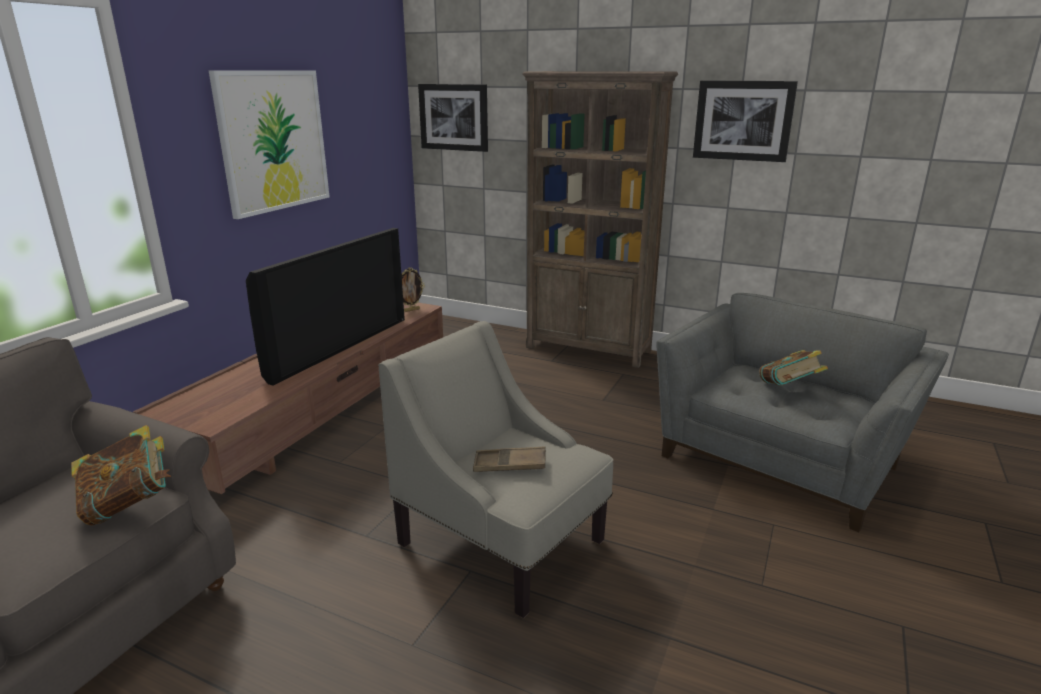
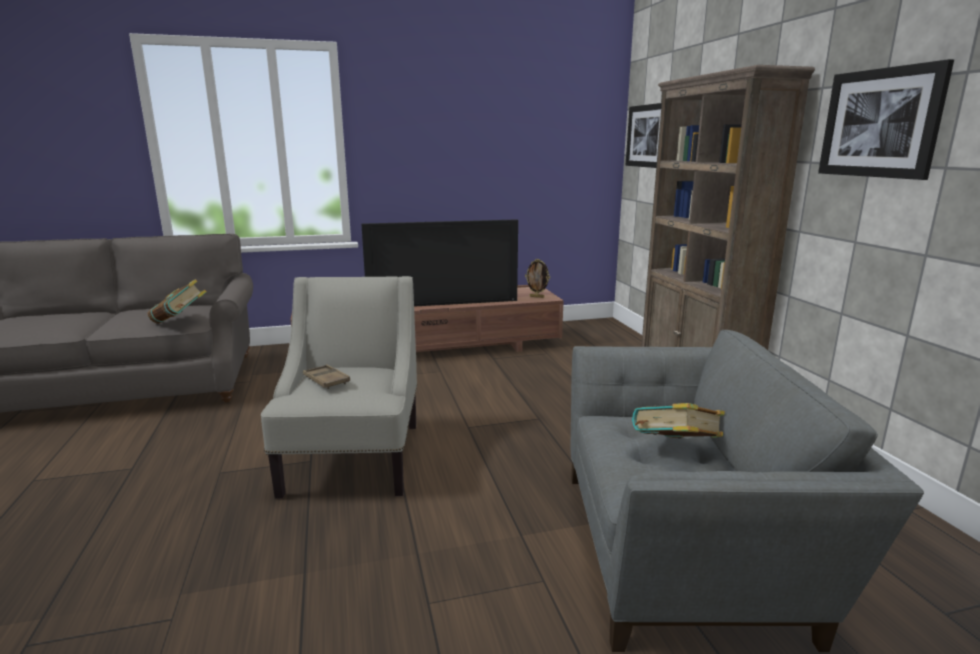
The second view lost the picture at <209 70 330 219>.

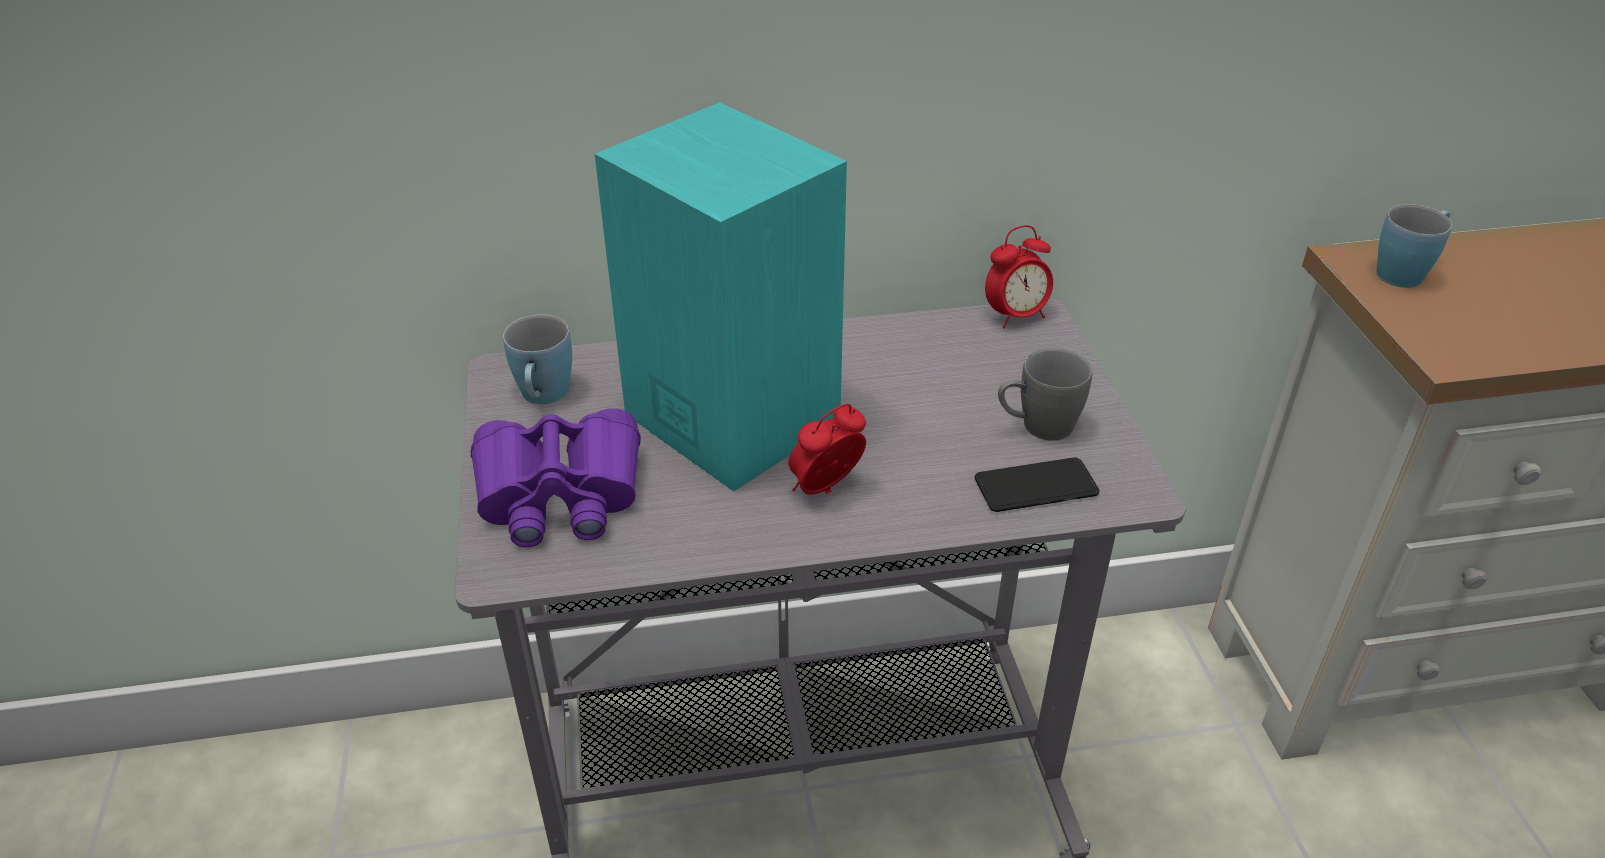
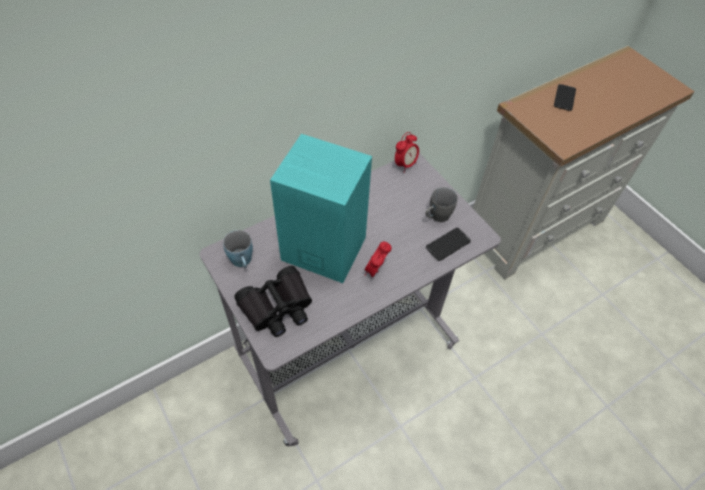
The second view lost the blue-coloured tea mug at <1376 204 1452 288>. The second view gained the handset at <554 84 576 111>. What was the purple binoculars at <471 408 641 547> turned into the black-coloured binoculars at <234 266 312 337>.

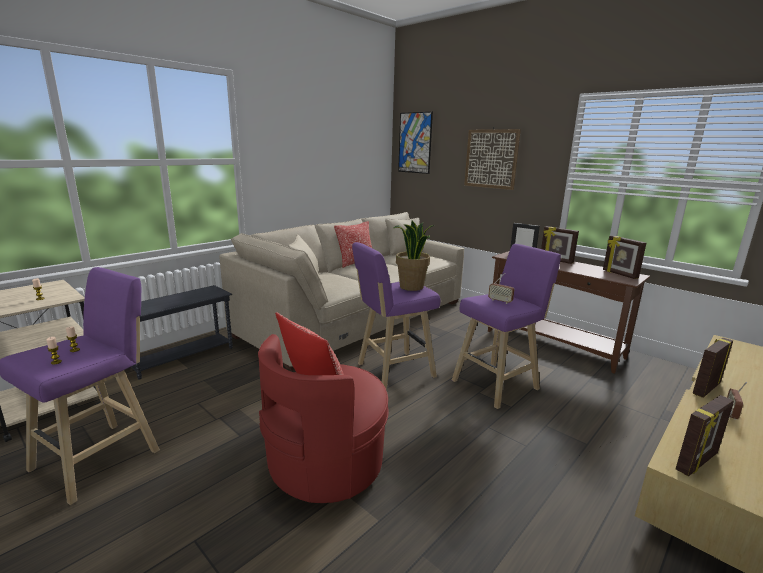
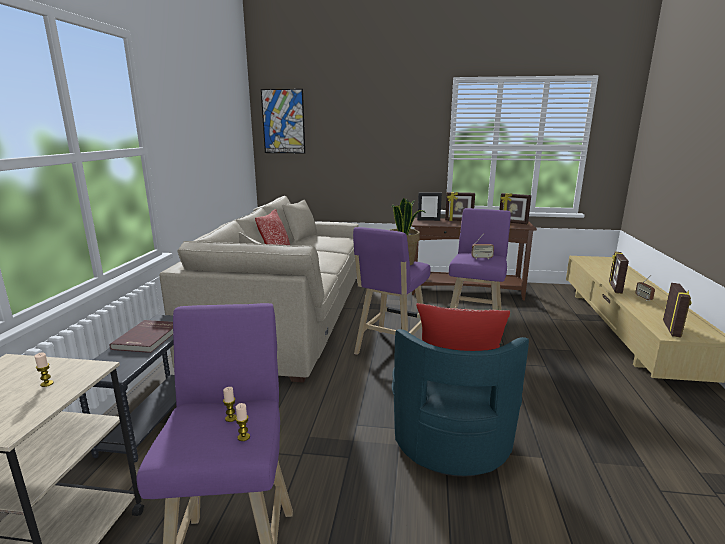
The second view lost the picture at <464 127 521 190>. The second view gained the red book at <109 320 173 353>. What was the red lounge chair at <258 334 389 503> turned into the turquoise-coloured lounge chair at <392 329 529 477>.

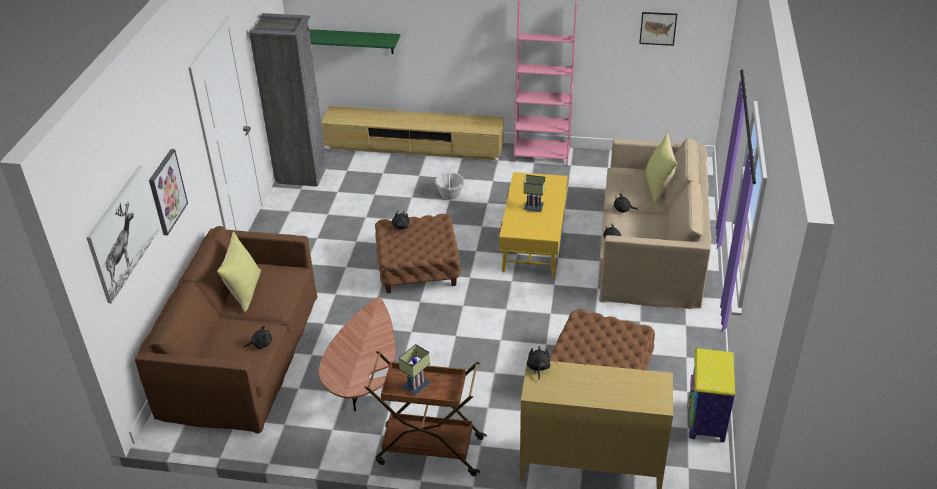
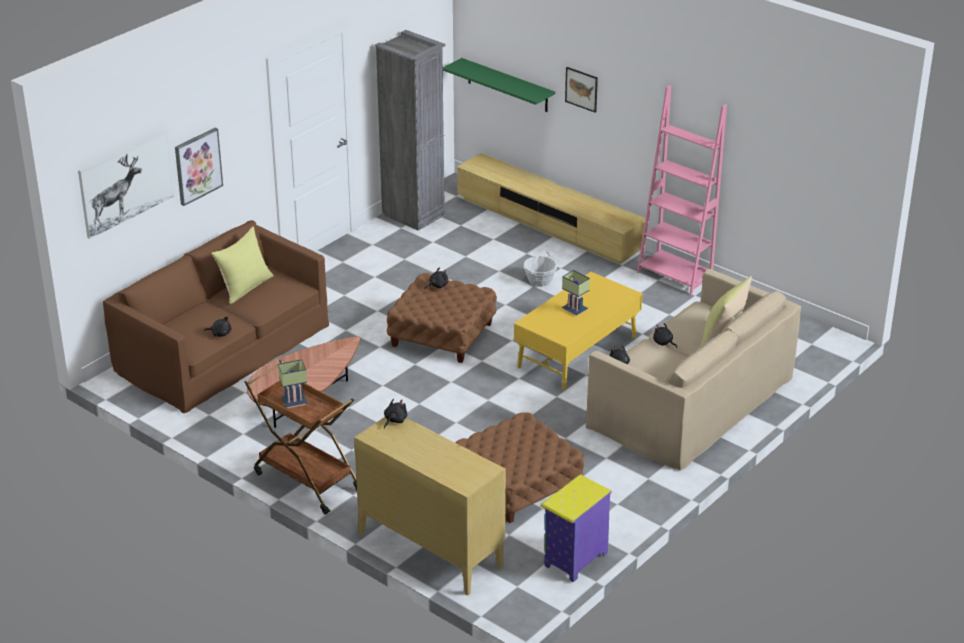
The picture ended up elsewhere, having gone from <639 12 677 46> to <565 67 598 113>.

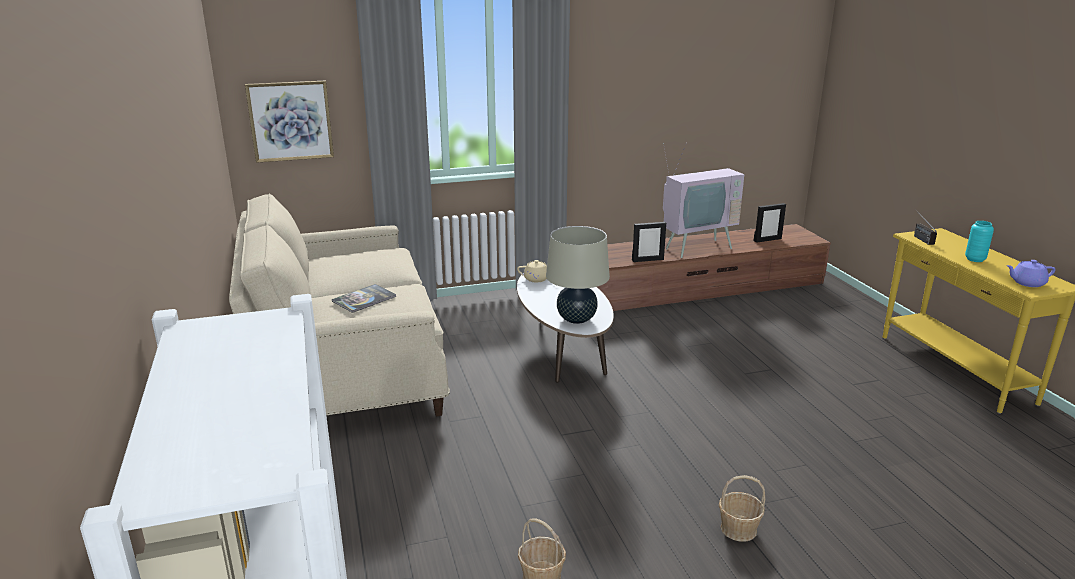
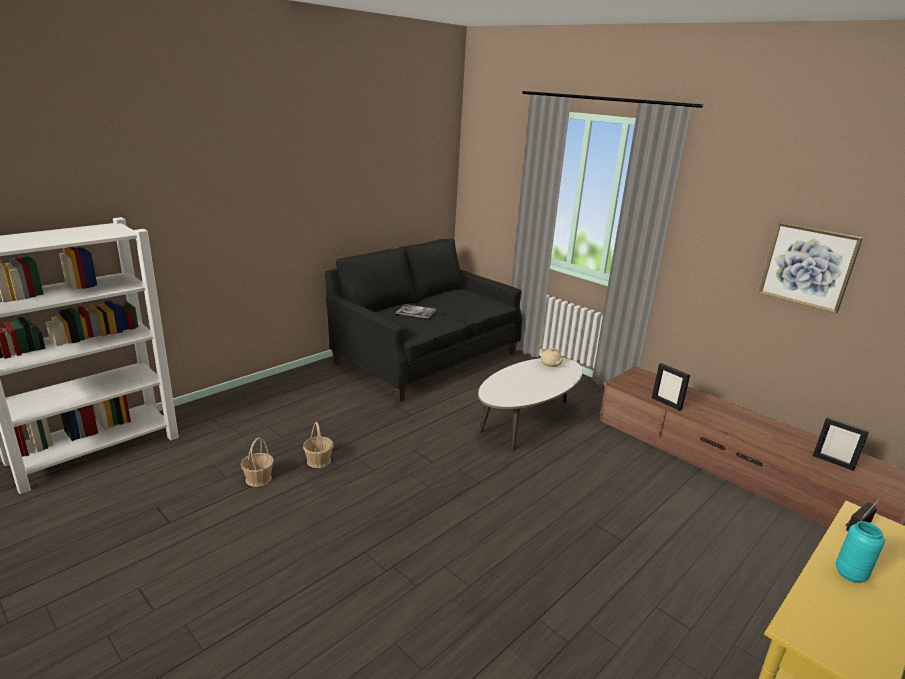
The second view lost the beige-coloured lamp for a table at <546 226 610 324>. The second view lost the television at <663 142 744 258>. The second view lost the purple tea pot at <1007 260 1056 287>. The picture ended up elsewhere, having gone from <245 81 334 163> to <758 222 863 313>. The storage basket ended up elsewhere, having gone from <719 475 765 542> to <303 422 333 468>. What was the beige-coloured settee at <229 193 450 416> turned into the black-coloured settee at <325 239 522 401>.

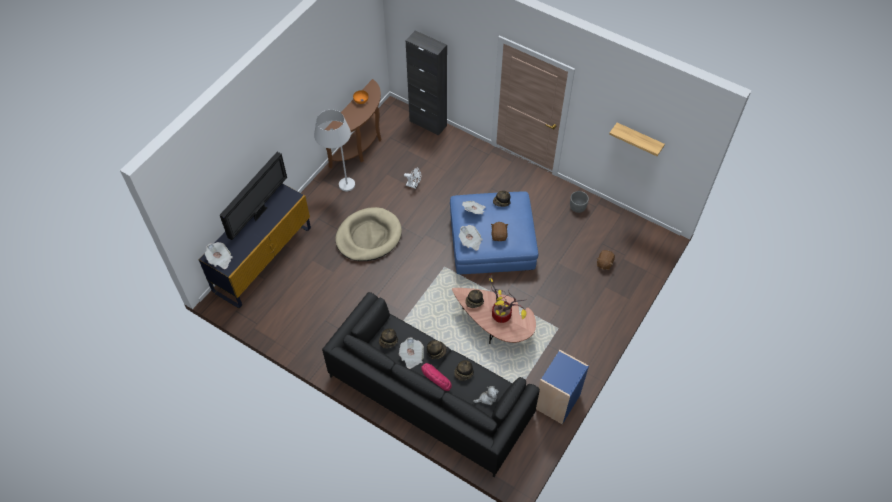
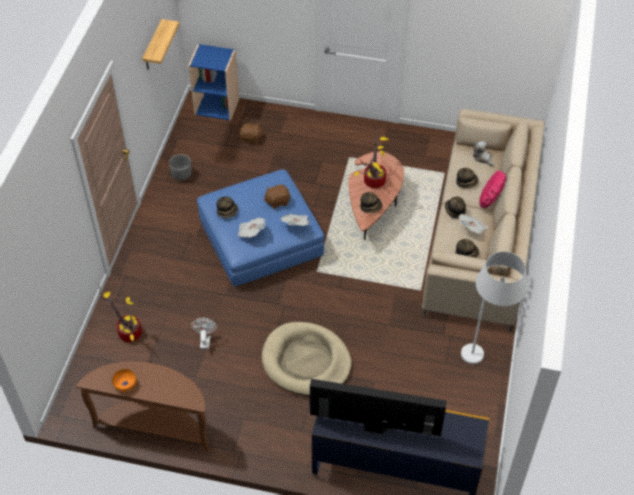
The second view lost the newspaper at <205 242 233 269>. The second view lost the black-coloured cabinet at <406 30 447 136>. The second view gained the houseplant at <99 286 142 342>. The whitish floor lamp ended up elsewhere, having gone from <314 110 355 192> to <461 252 528 364>. The blue-coloured bookcase ended up elsewhere, having gone from <536 350 589 424> to <188 44 239 121>. What was the black-coloured settee at <322 292 540 477> turned into the beige-coloured settee at <422 109 545 332>.

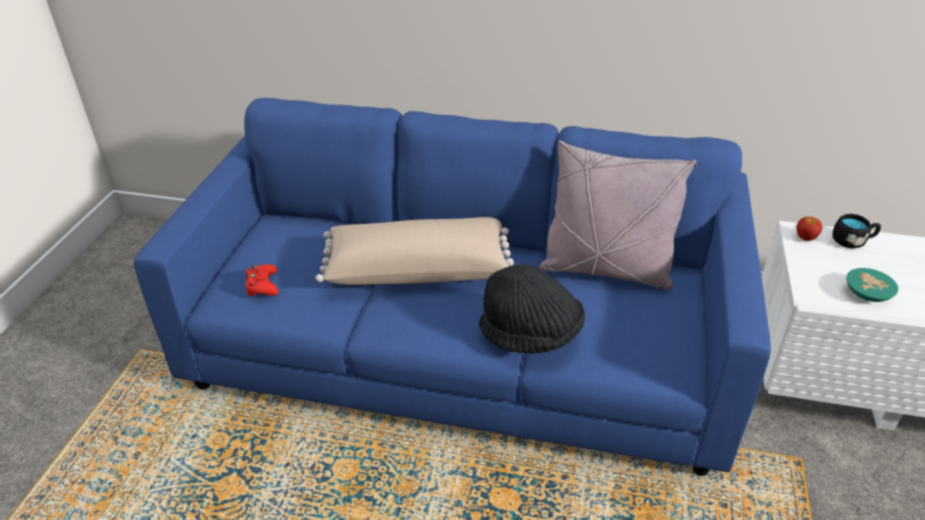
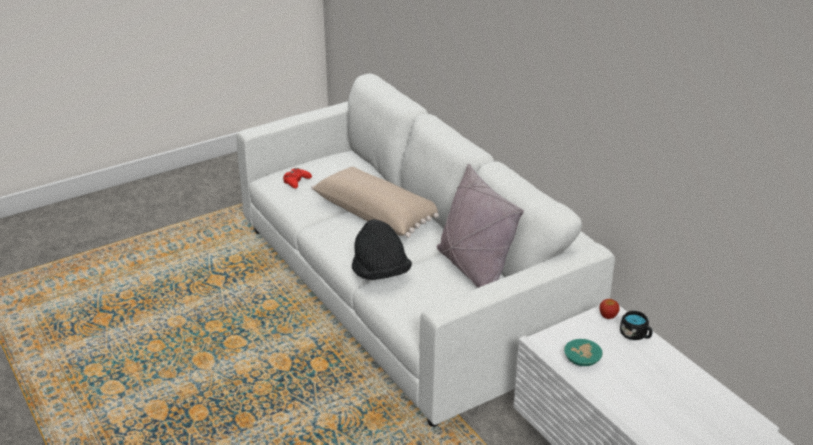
What was the blue-coloured settee at <134 98 771 476> turned into the whitish settee at <236 74 615 427>.

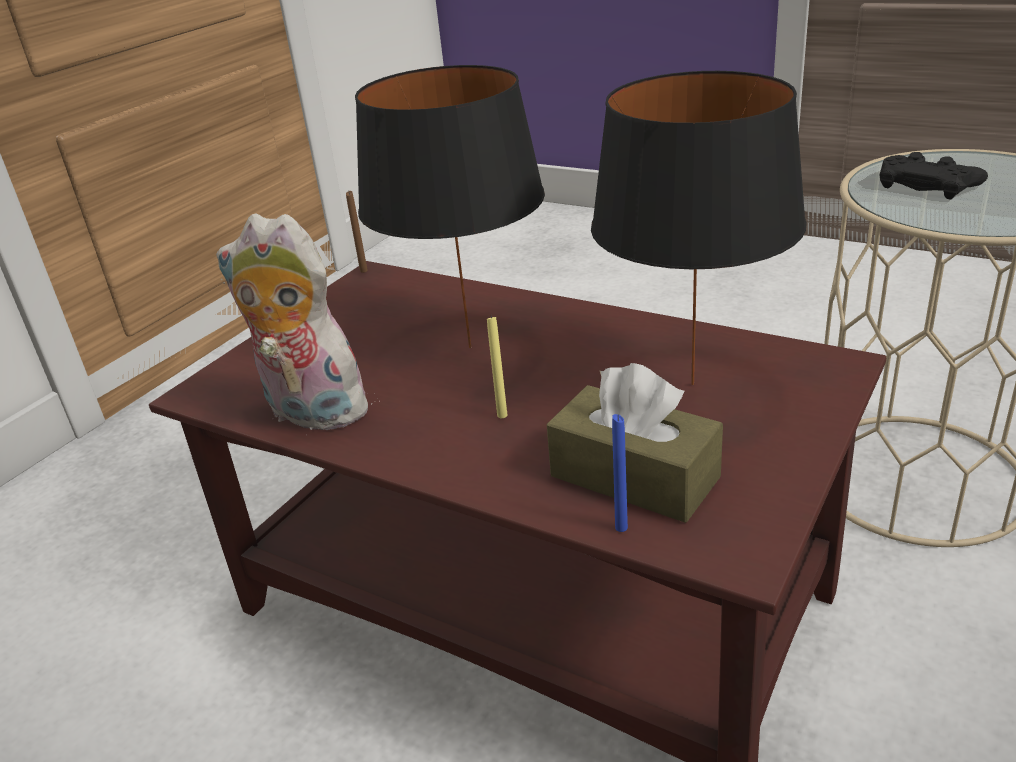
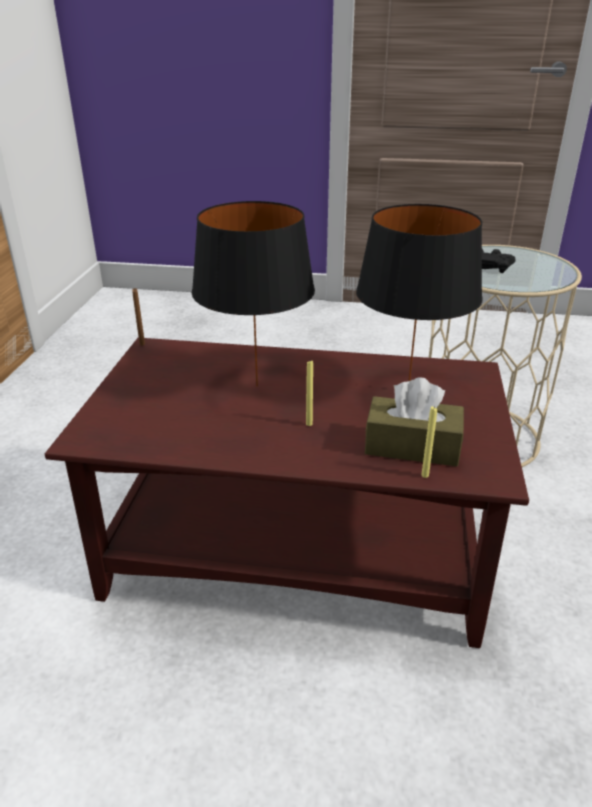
The second view lost the plush toy at <216 214 379 430>. What was the blue-coloured wax candle at <612 414 628 532> turned into the yellowish wax candle at <421 406 437 478>.

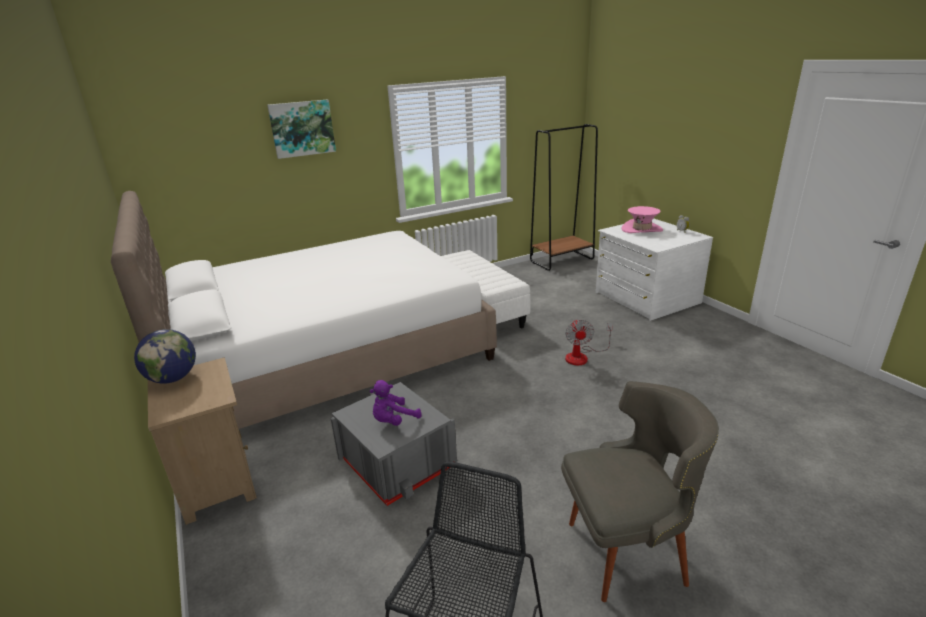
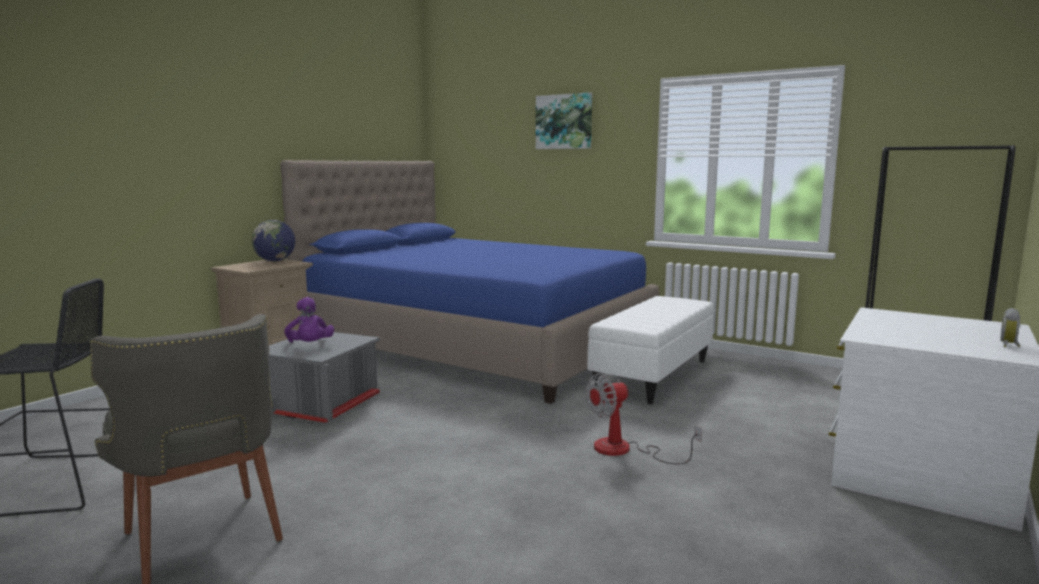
The second view lost the pink wearable hat at <621 206 663 233>. What was the whitish bed at <111 191 497 429> turned into the blue-coloured bed at <280 160 659 404>. The purple plush toy at <370 380 422 426> ended up facing another way, 135 degrees counterclockwise from before.

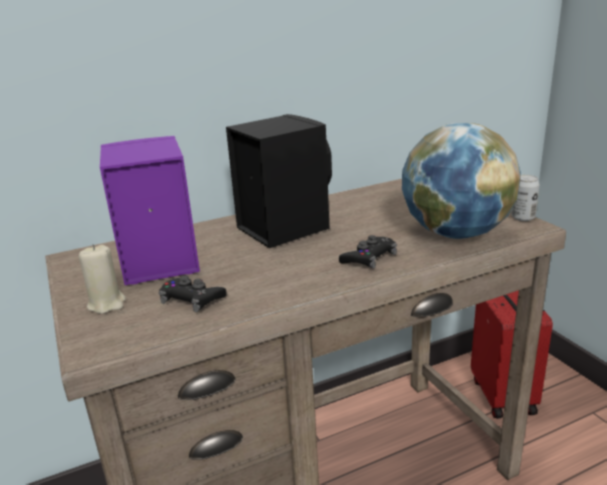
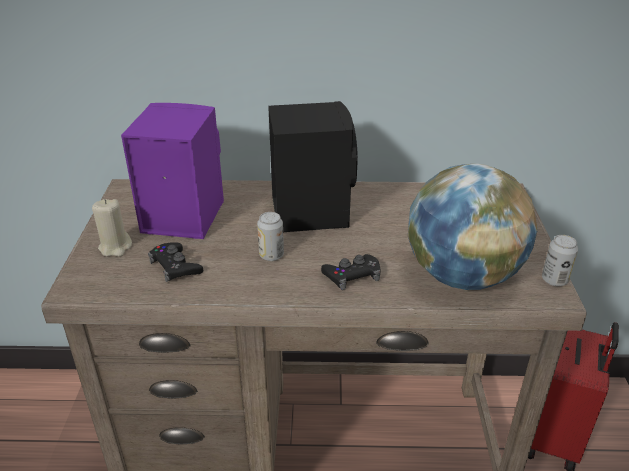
The second view gained the sealed can at <257 212 284 261>.

